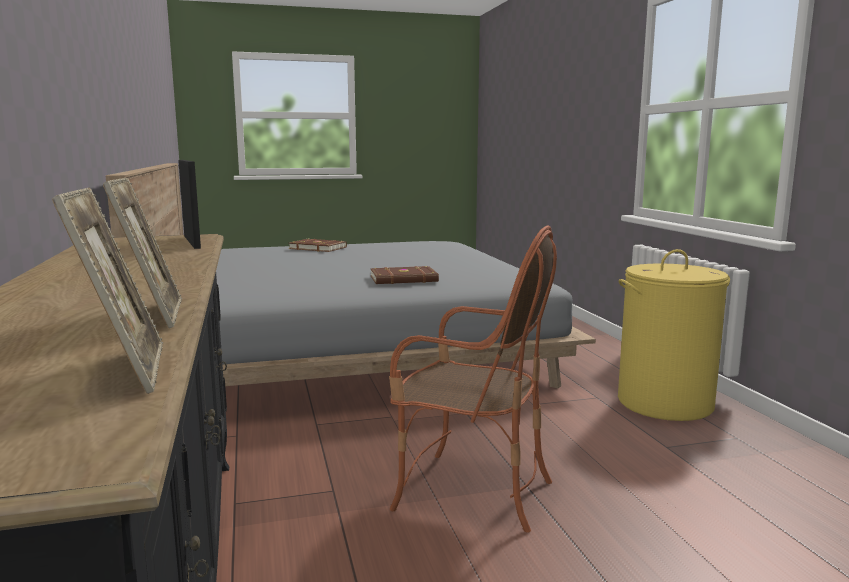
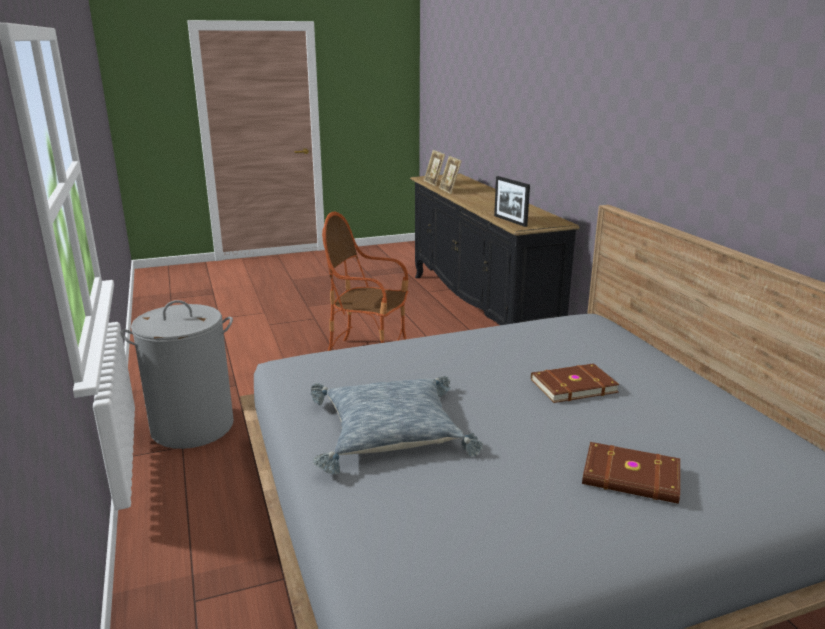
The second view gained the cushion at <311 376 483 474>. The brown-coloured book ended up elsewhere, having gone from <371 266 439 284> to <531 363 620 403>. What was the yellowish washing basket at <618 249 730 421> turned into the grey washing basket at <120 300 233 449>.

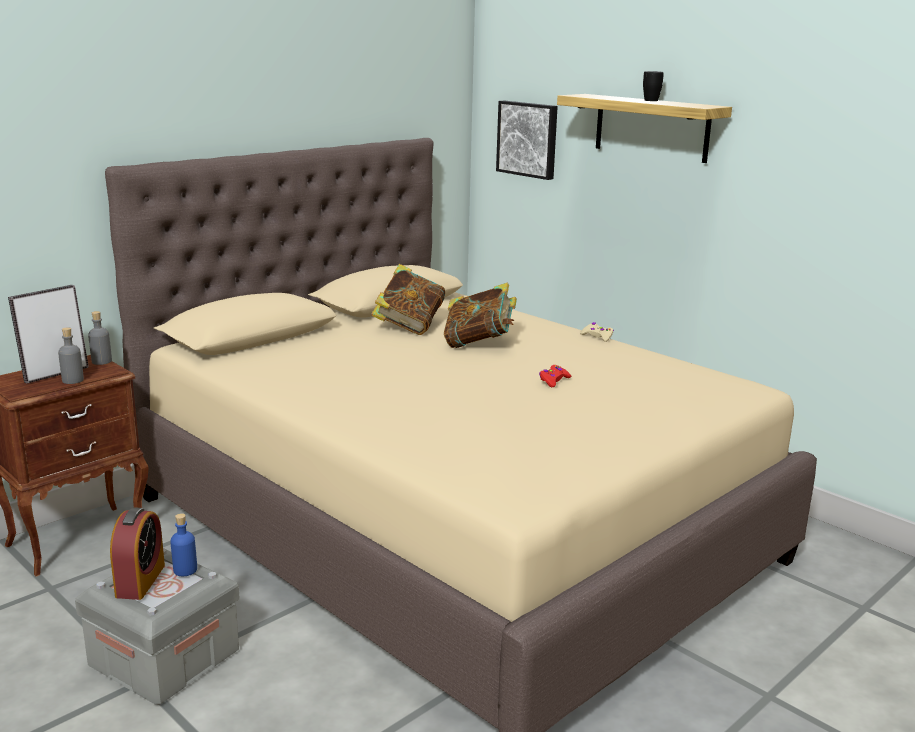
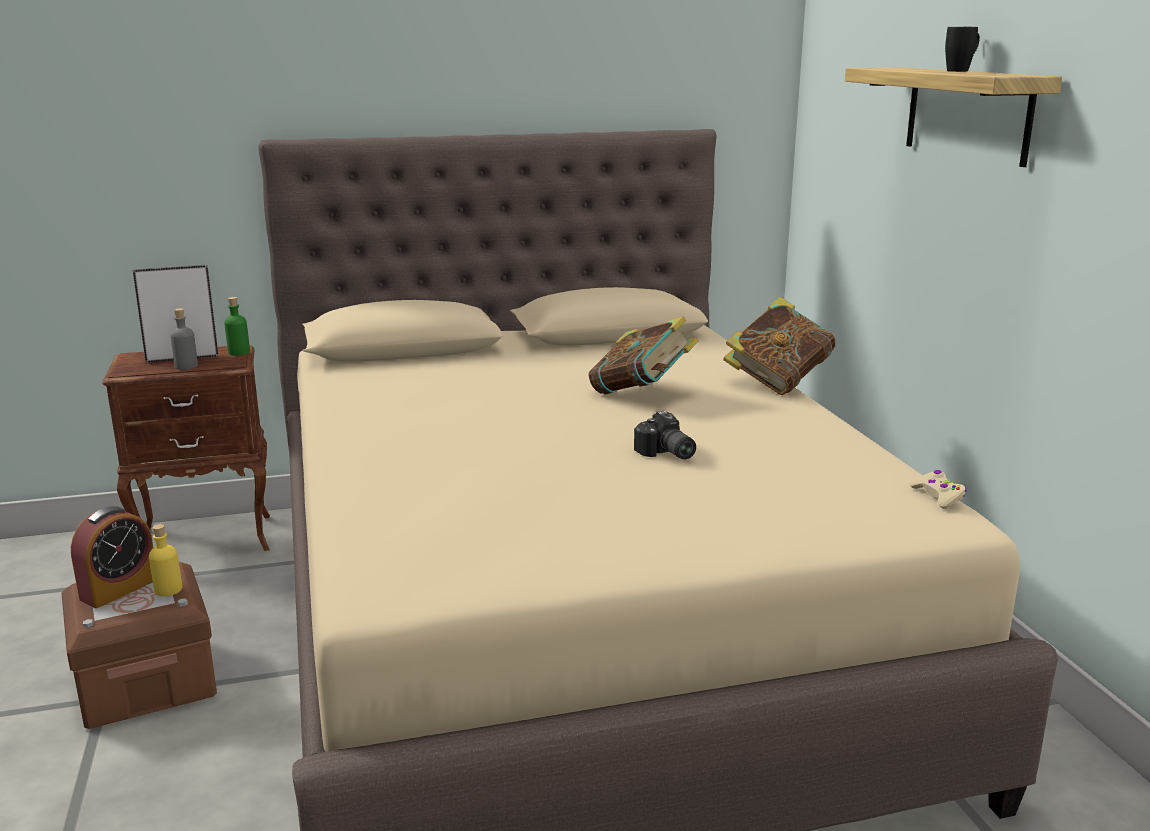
The second view lost the picture at <496 101 558 180>. The book ended up elsewhere, having gone from <371 264 445 335> to <723 297 836 395>. The beige-coloured game controller ended up elsewhere, having gone from <580 322 614 342> to <910 470 967 509>. Where the red game controller stood at <539 365 571 387>, the photo camera came to stand at <634 411 696 459>. What was the grey storage bin at <75 549 239 705> turned into the brown-coloured storage bin at <62 562 217 729>. What was the grey beverage bottle at <88 311 112 365> turned into the green beverage bottle at <224 297 250 356>. What was the blue-coloured beverage bottle at <170 513 197 576> turned into the yellowish beverage bottle at <149 524 182 596>.

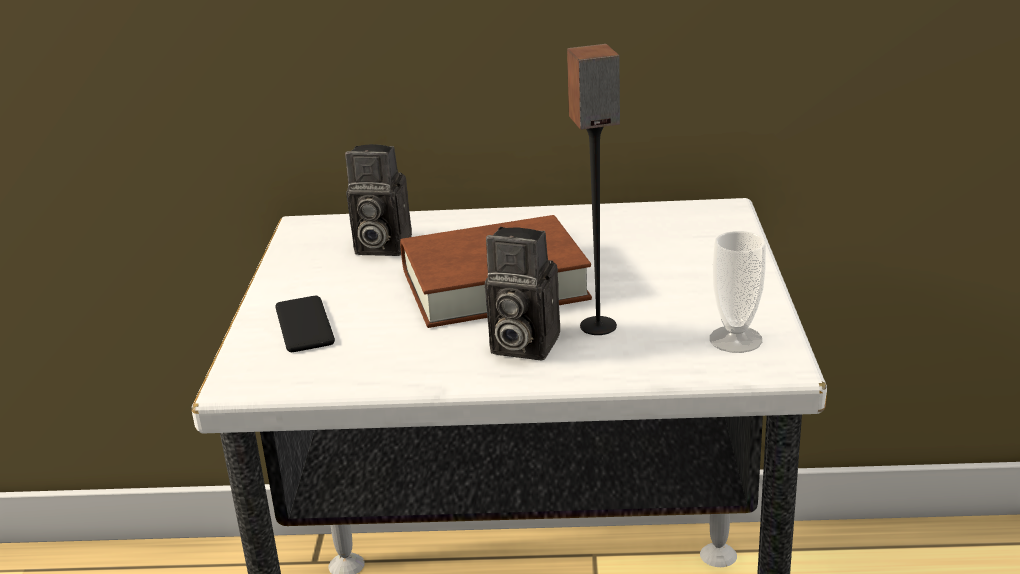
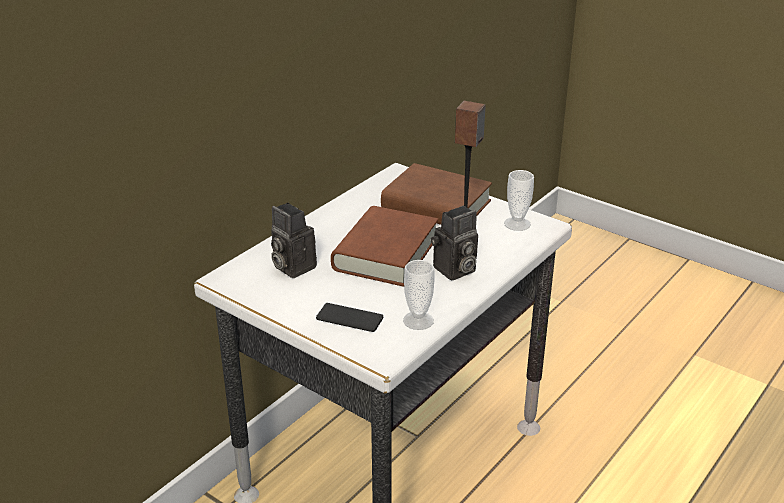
The second view gained the brown-coloured book at <381 163 492 225>. The second view gained the cup at <403 260 435 330>. The photo camera at <345 144 412 256> ended up facing another way, 90 degrees clockwise from before.

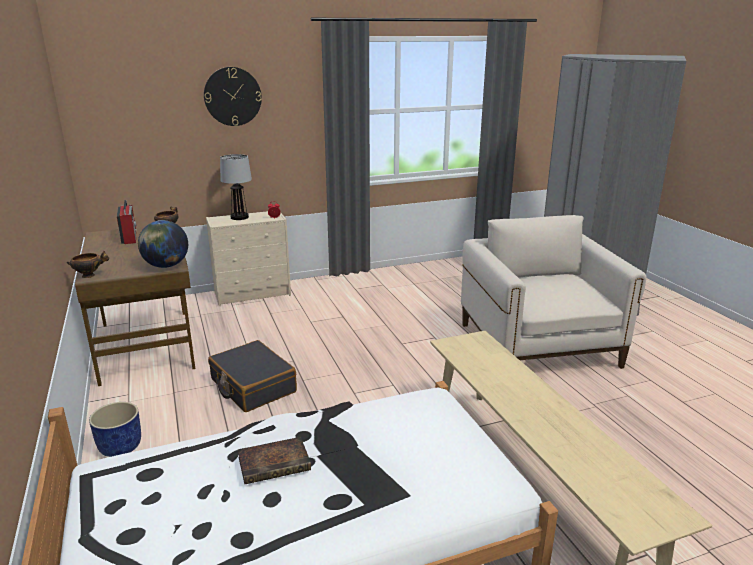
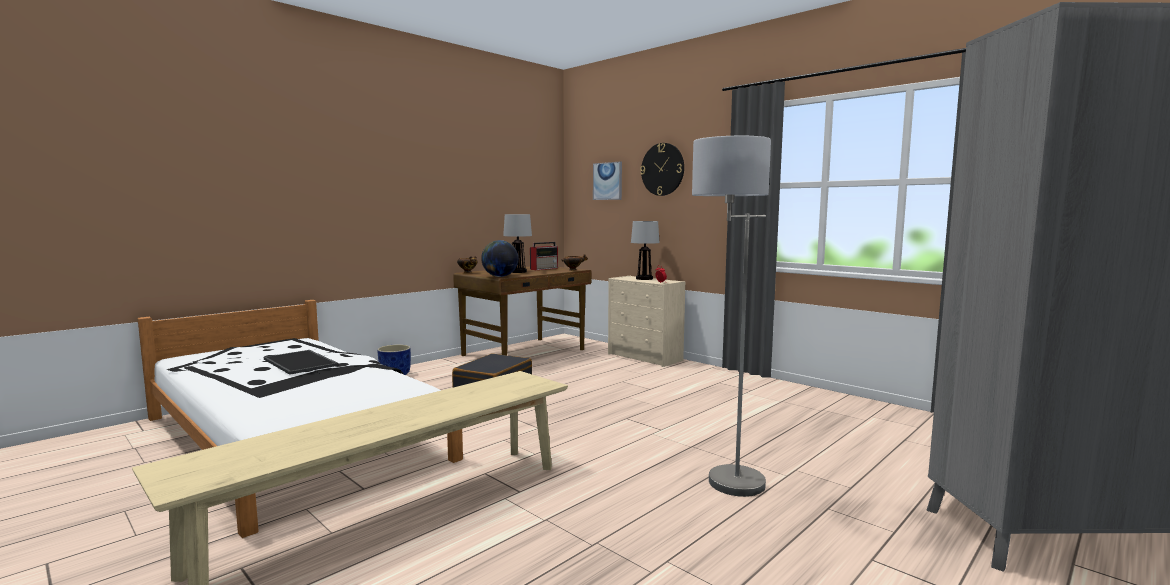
The second view gained the lamp for a table at <503 214 532 273>. The second view gained the picture at <593 161 622 200>. Where the book stood at <238 437 311 485>, the tray came to stand at <264 350 339 375>. Where the beige-coloured lounge chair stood at <461 215 647 369>, the grey floor lamp came to stand at <692 136 771 497>.

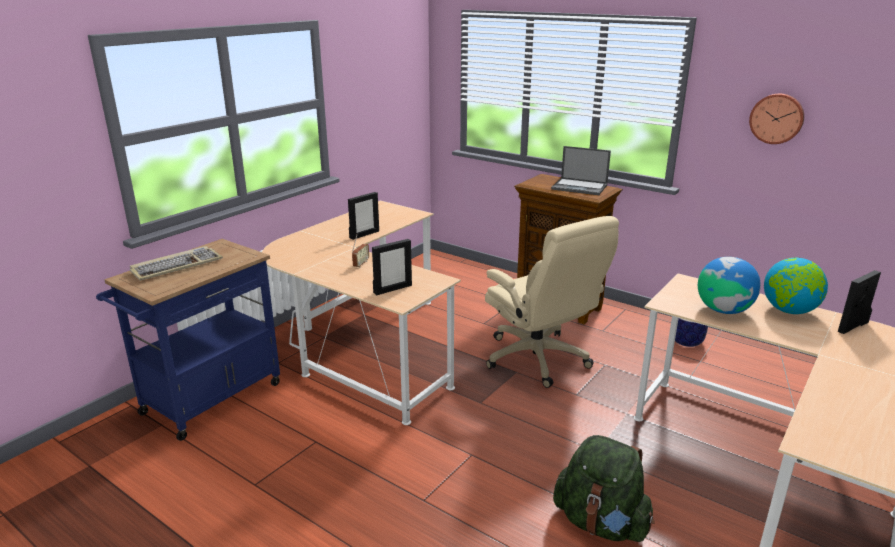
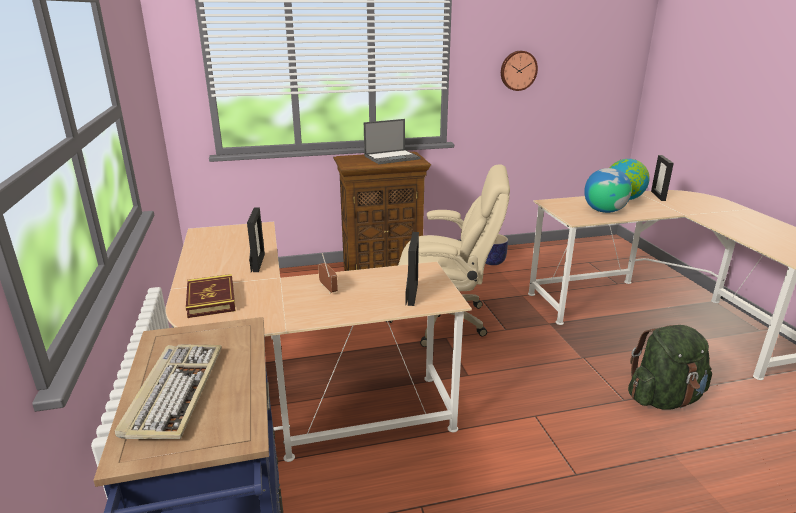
The second view gained the book at <186 274 236 318>.

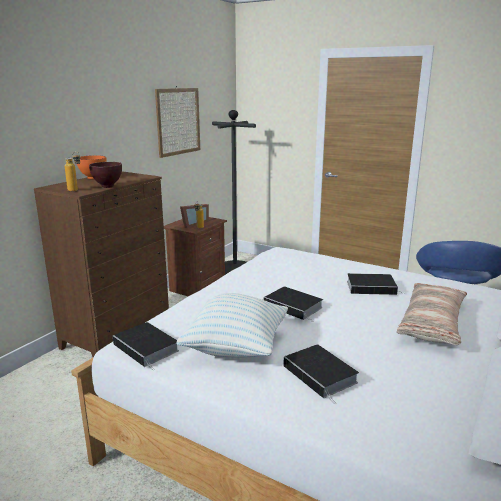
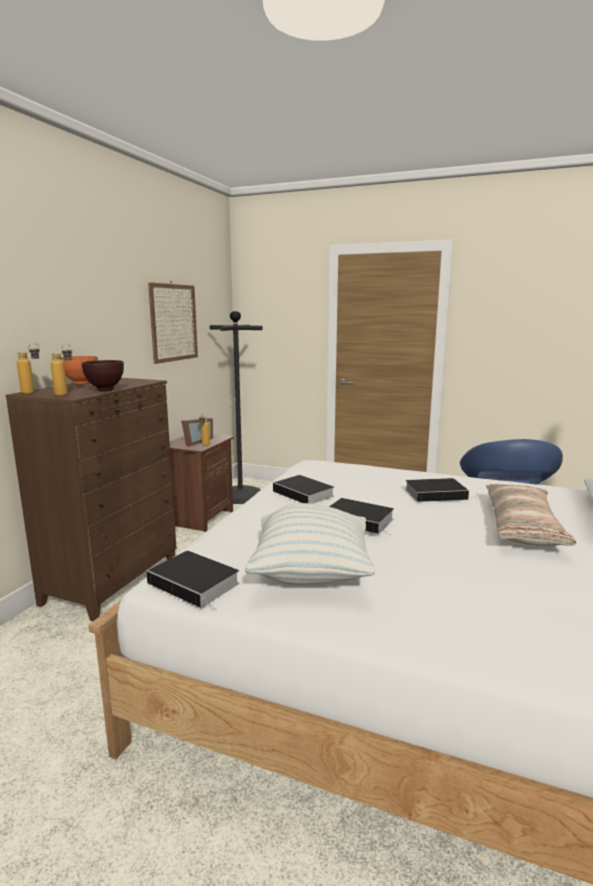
The second view gained the beverage bottle at <17 343 40 394>. The book ended up elsewhere, having gone from <283 344 359 404> to <273 475 334 504>.

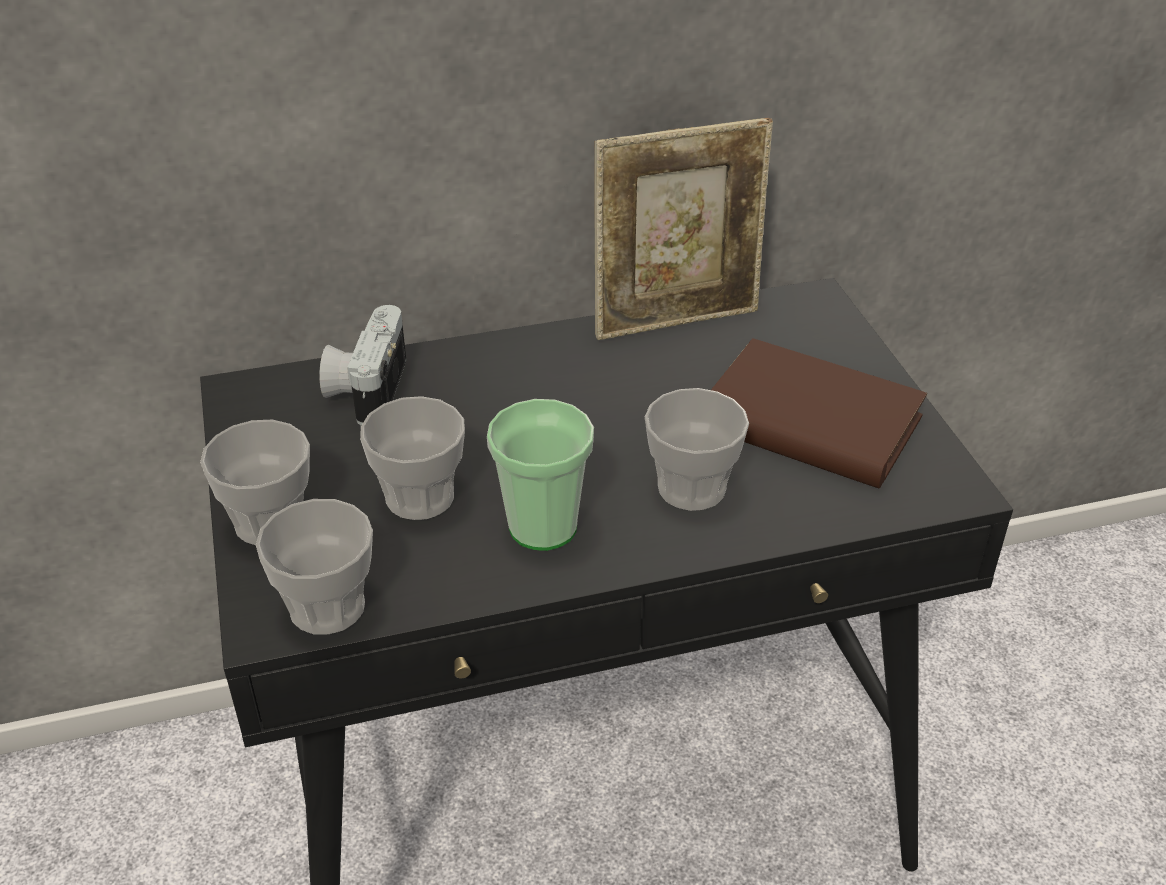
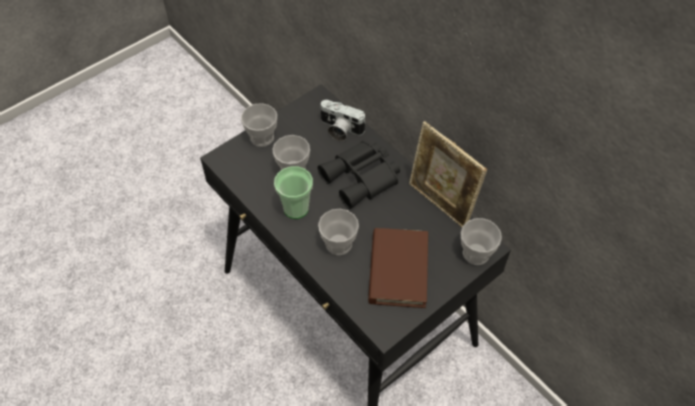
The second view gained the black-coloured binoculars at <318 141 400 209>. The cup ended up elsewhere, having gone from <256 499 373 635> to <461 218 502 265>. The photo camera at <319 305 406 425> ended up facing another way, 135 degrees counterclockwise from before.

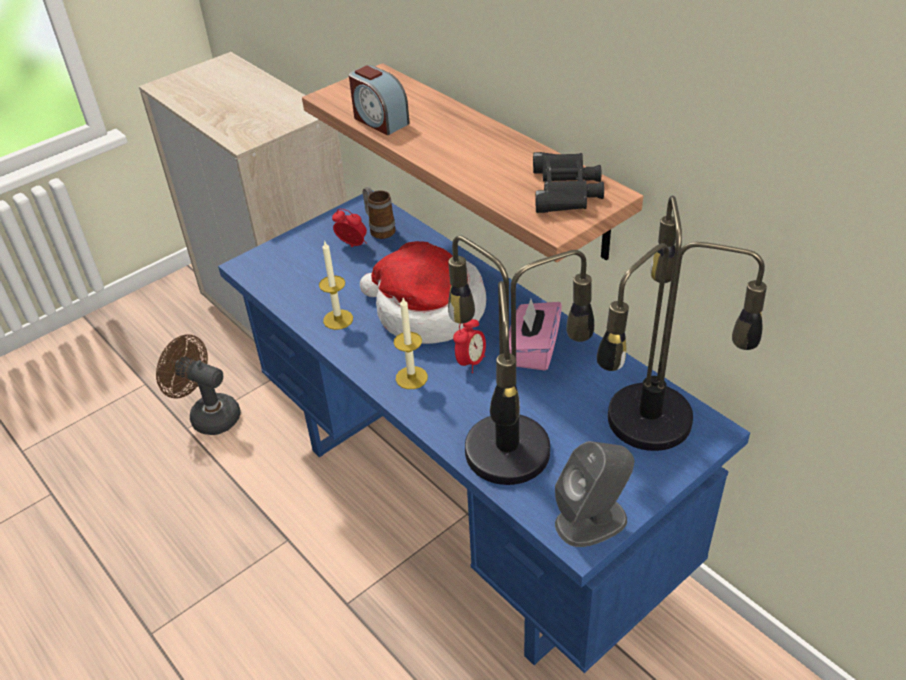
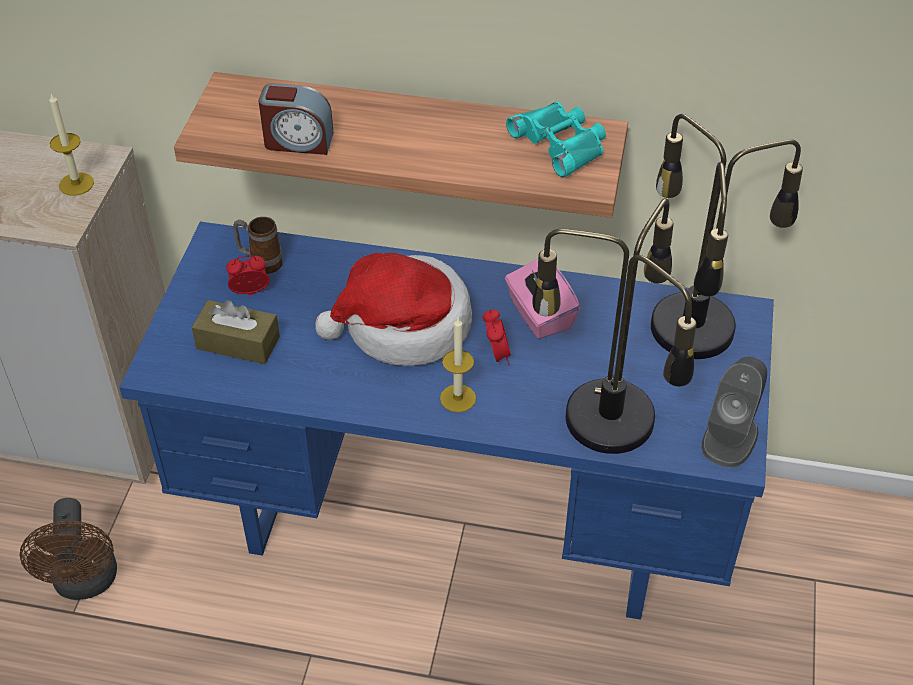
The second view gained the brown-coloured box of tissues at <192 300 280 364>. The wax candle ended up elsewhere, having gone from <319 242 353 330> to <49 93 94 196>. What was the black-coloured binoculars at <533 152 604 213> turned into the turquoise-coloured binoculars at <506 102 606 178>. The brown-coloured fan at <156 335 241 435> ended up facing another way, 90 degrees counterclockwise from before.

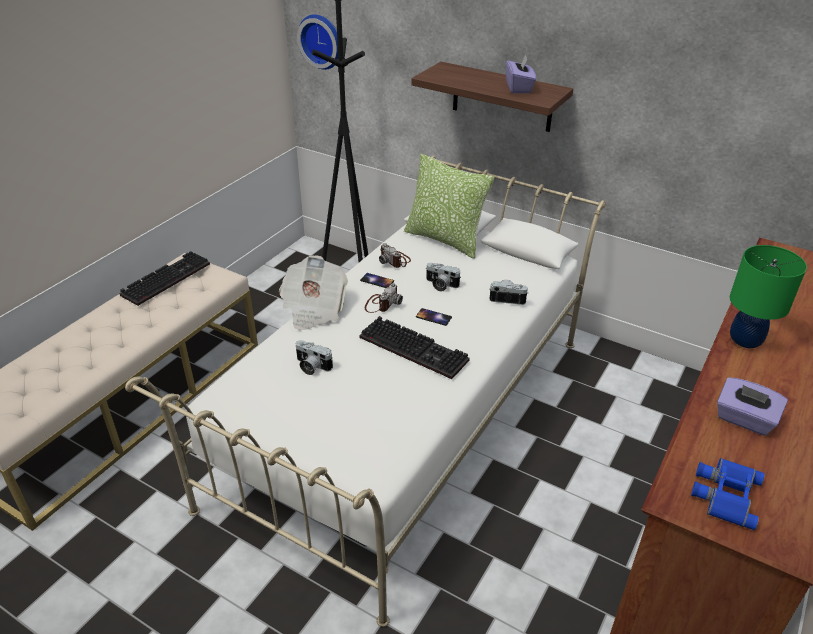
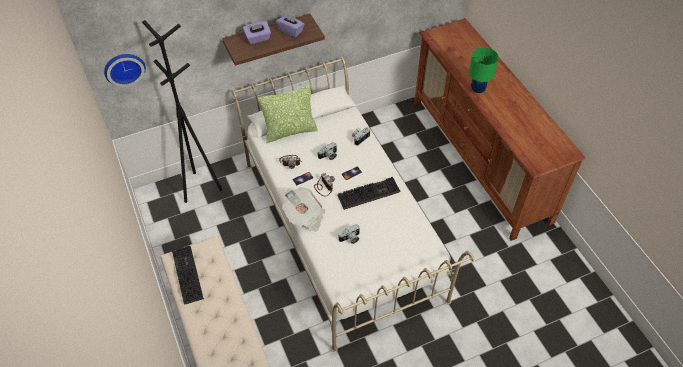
The second view lost the blue-coloured binoculars at <691 458 765 530>. The purple box of tissues ended up elsewhere, having gone from <717 377 788 436> to <243 21 271 44>.

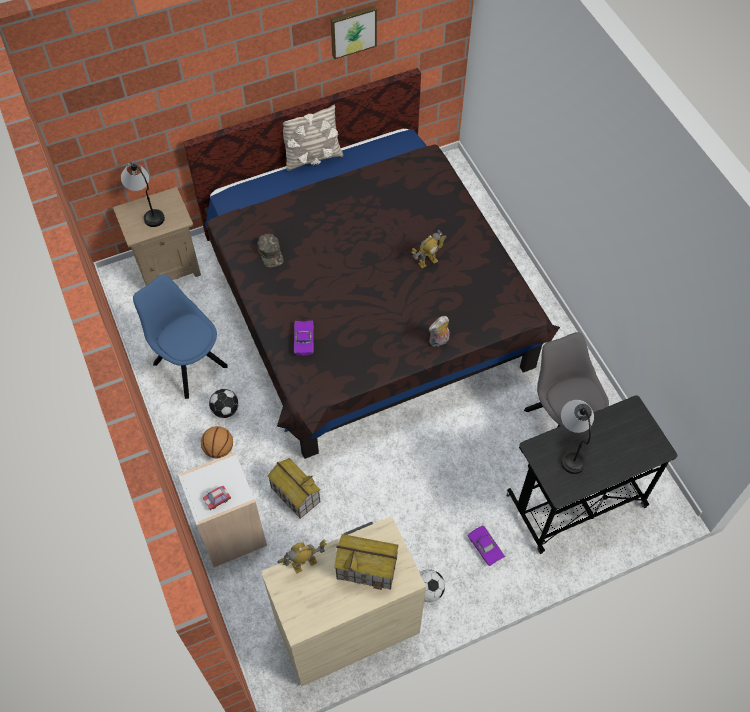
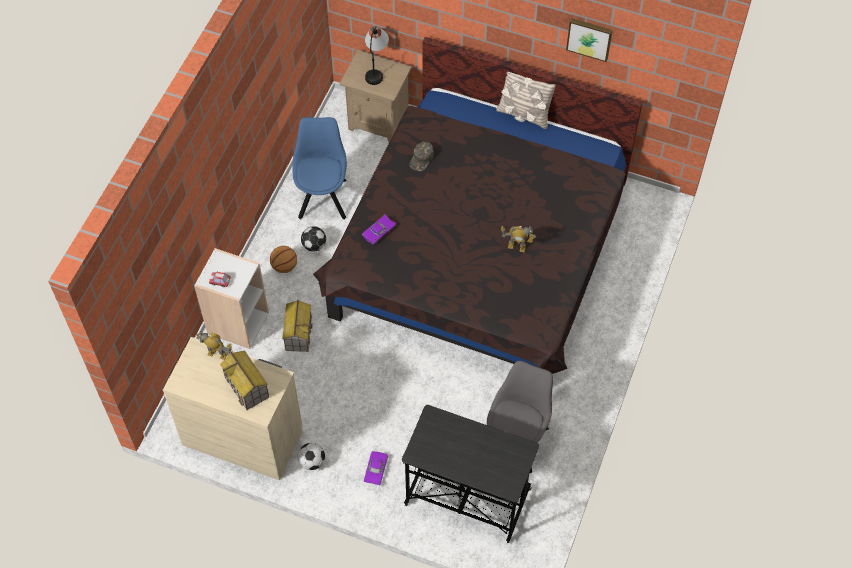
The second view lost the plush toy at <429 316 449 347>. The second view lost the lamp for a table at <561 400 594 474>.

